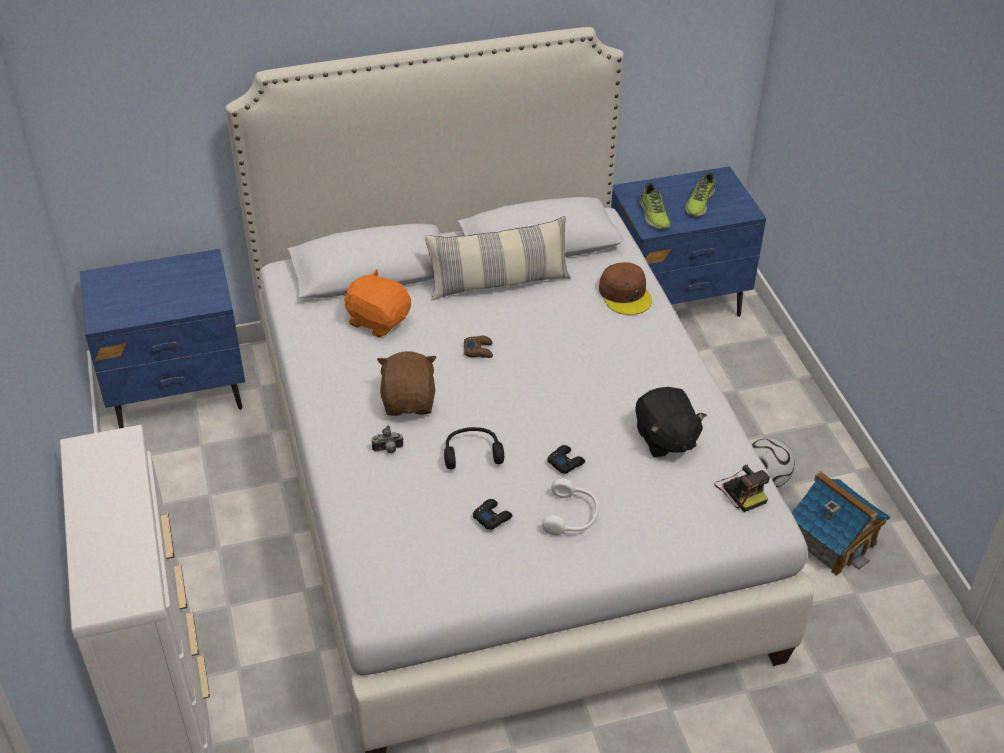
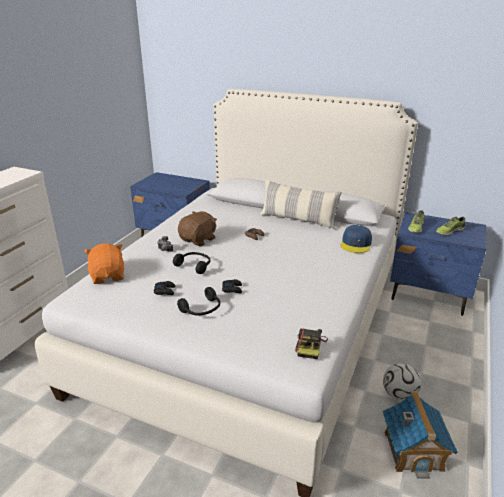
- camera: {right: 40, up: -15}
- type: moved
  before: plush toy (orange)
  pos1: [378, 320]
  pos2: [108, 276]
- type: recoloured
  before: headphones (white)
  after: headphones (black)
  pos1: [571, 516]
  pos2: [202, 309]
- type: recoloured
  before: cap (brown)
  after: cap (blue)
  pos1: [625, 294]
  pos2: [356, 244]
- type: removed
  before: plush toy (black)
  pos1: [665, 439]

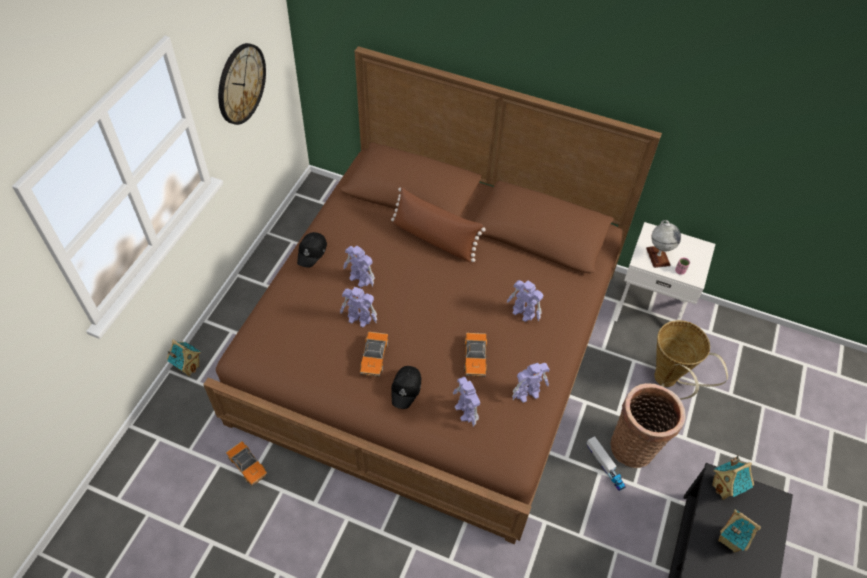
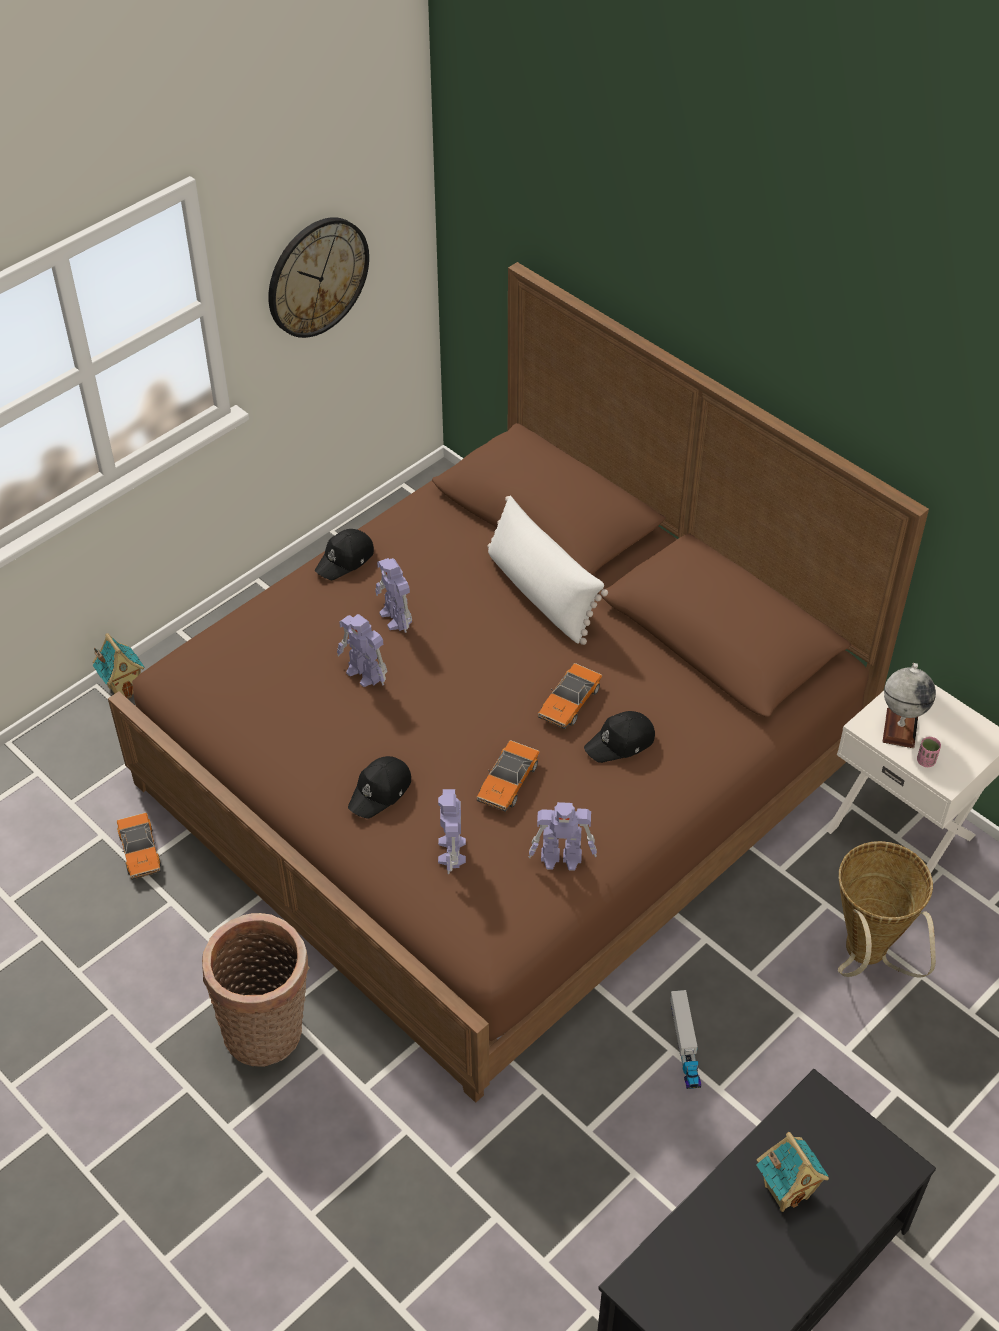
- camera: {right: 25, up: -5}
- type: moved
  before: basket
  pos1: [635, 446]
  pos2: [268, 1031]
- type: recoloured
  before: pillow (brown)
  after: pillow (white)
  pos1: [434, 239]
  pos2: [541, 593]
- type: moved
  before: toy car
  pos1: [374, 357]
  pos2: [569, 703]
- type: replaced
  before: toy robot
  after: cap (black)
  pos1: [523, 313]
  pos2: [621, 743]
- type: removed
  before: toy house
  pos1: [725, 489]

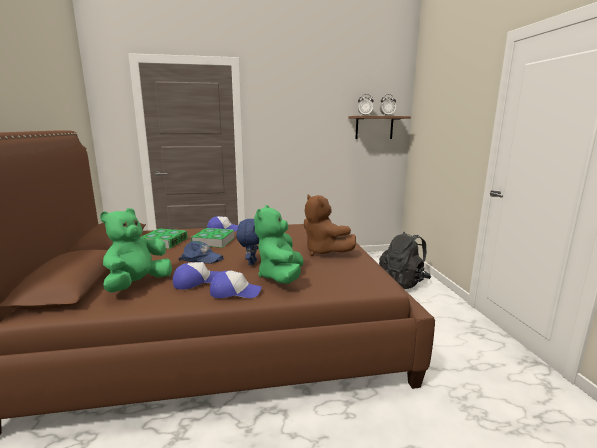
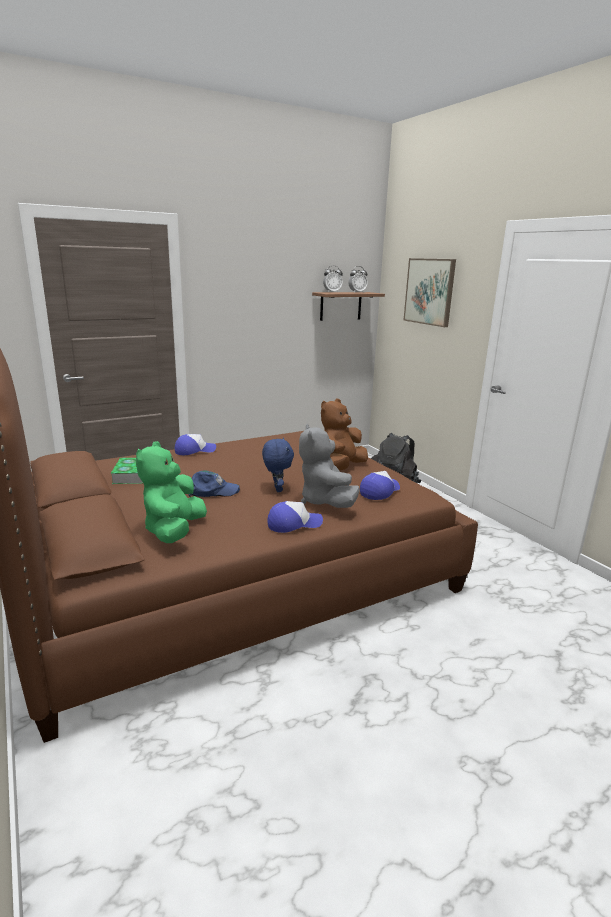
- camera: {right: -20, up: 5}
- type: recoloured
  before: plush toy (green)
  after: plush toy (grey)
  pos1: [281, 277]
  pos2: [325, 501]
- type: turned
  before: plush toy (brown)
  pos1: [324, 252]
  pos2: [341, 467]
  turn: 90
- type: moved
  before: cap
  pos1: [197, 281]
  pos2: [379, 491]
- type: added
  after: picture
  pos2: [429, 291]
- type: removed
  before: book
  pos1: [213, 241]

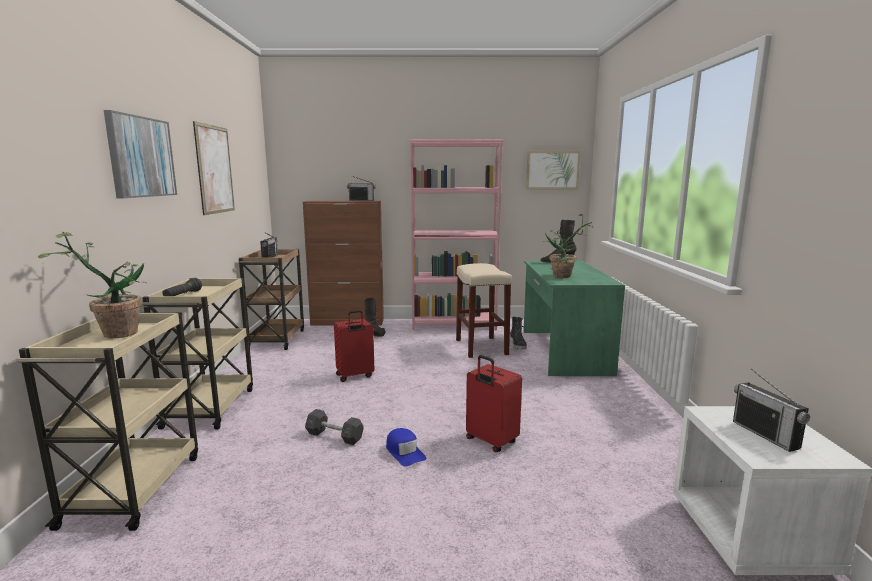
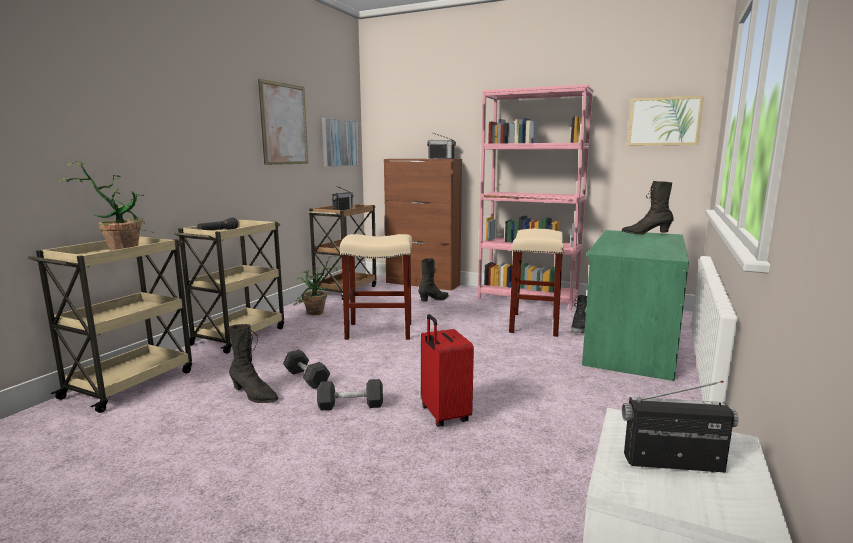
- camera: {right: 25, up: 0}
- type: added
  after: boot (black)
  pos2: [254, 395]
- type: moved
  before: potted plant
  pos1: [566, 277]
  pos2: [315, 314]
- type: replaced
  before: cap (blue)
  after: dumbbell (grey)
  pos1: [405, 452]
  pos2: [351, 405]
- type: moved
  before: picture
  pos1: [141, 157]
  pos2: [339, 143]
- type: replaced
  before: suitcase (red)
  after: stool (beige)
  pos1: [355, 376]
  pos2: [378, 331]
- type: turned
  before: radio
  pos1: [765, 434]
  pos2: [673, 463]
  turn: 90

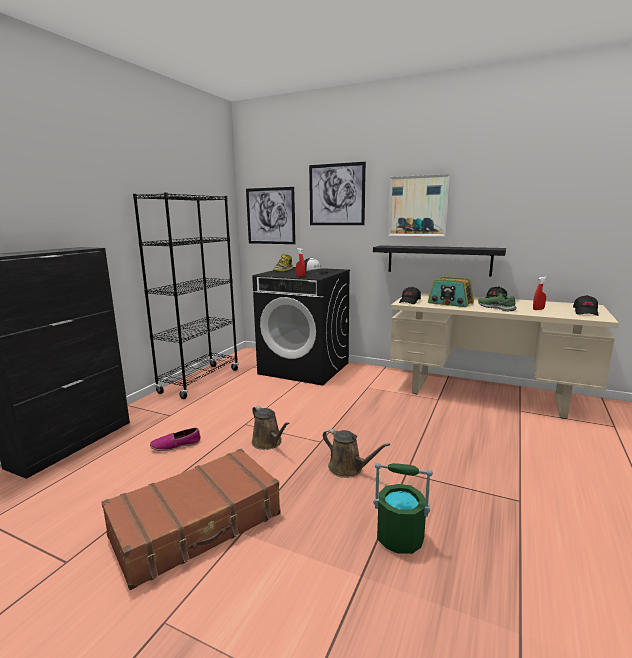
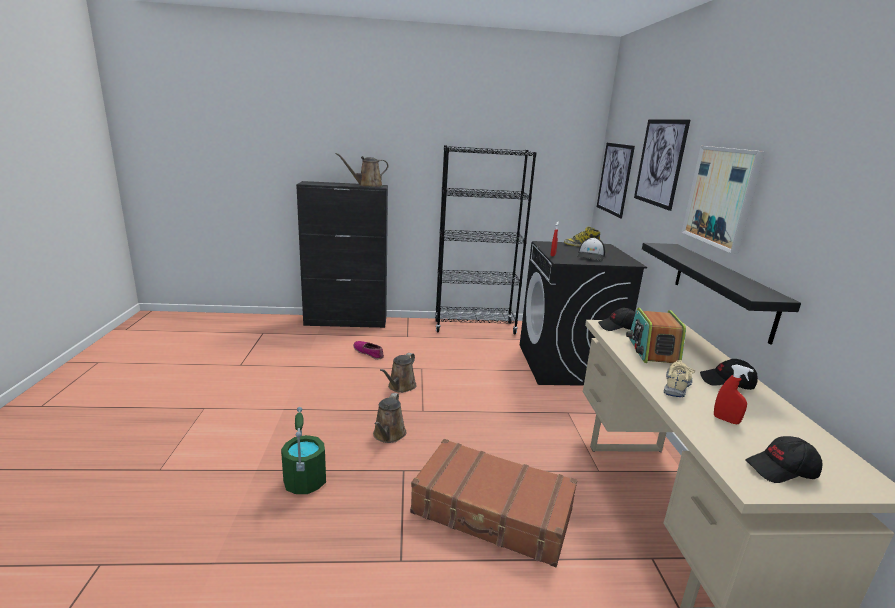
- camera: {right: 60, up: 5}
- type: added
  after: watering can (brown)
  pos2: [367, 185]
- type: moved
  before: suitcase (brown)
  pos1: [197, 525]
  pos2: [492, 513]
- type: recoloured
  before: shoe (green)
  after: shoe (beige)
  pos1: [496, 308]
  pos2: [677, 384]

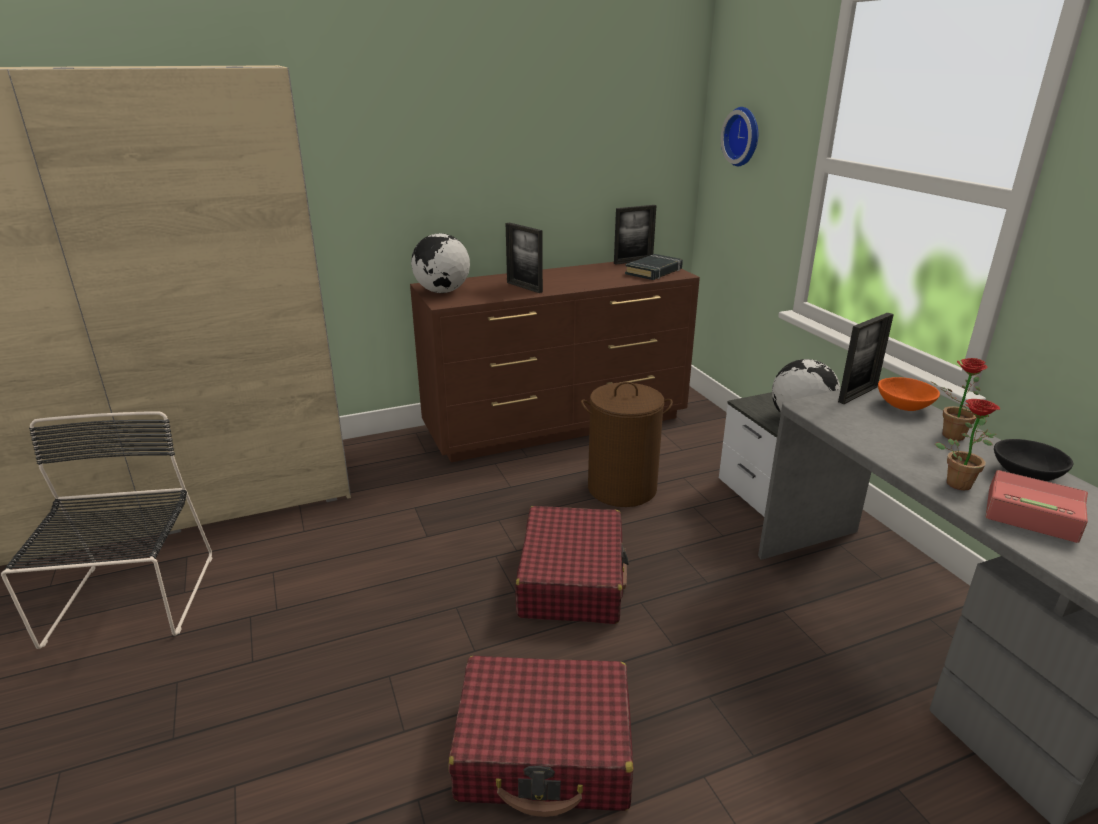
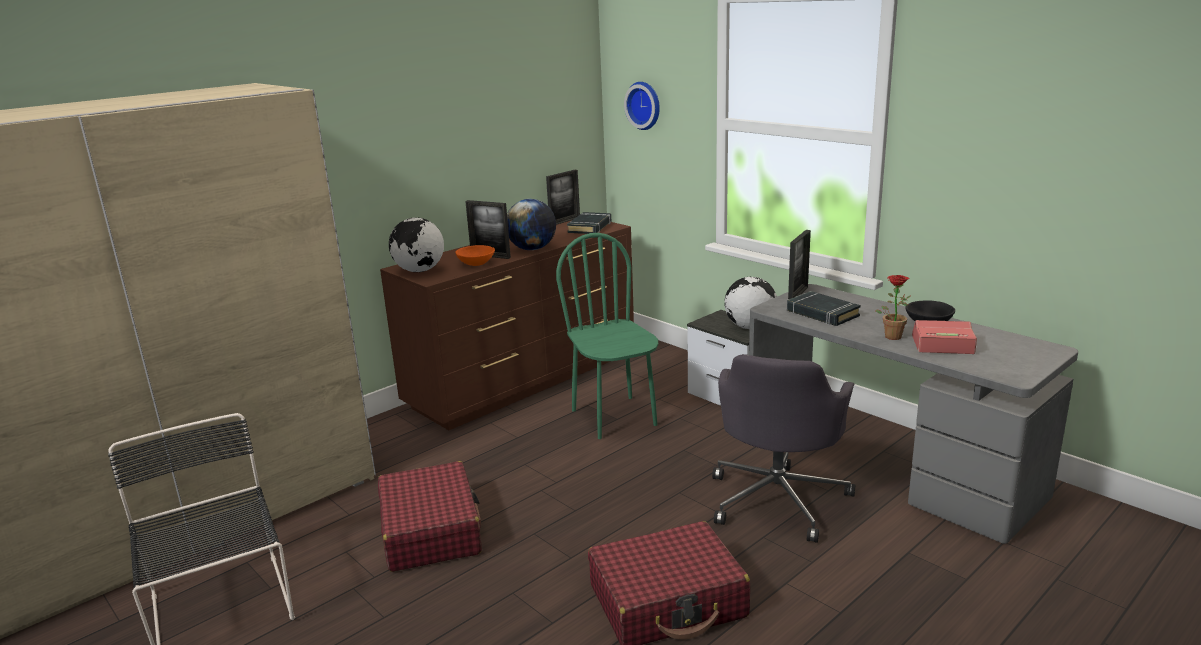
- camera: {right: -20, up: -5}
- type: moved
  before: suitcase (red)
  pos1: [572, 579]
  pos2: [431, 530]
- type: moved
  before: bowl (orange)
  pos1: [904, 406]
  pos2: [476, 264]
- type: added
  after: globe
  pos2: [532, 249]
- type: replaced
  before: laundry basket (brown)
  after: chair (green)
  pos1: [622, 488]
  pos2: [614, 417]
- type: added
  after: office chair (grey)
  pos2: [778, 498]
- type: added
  after: book (black)
  pos2: [822, 313]
- type: removed
  before: potted plant
  pos1: [948, 436]

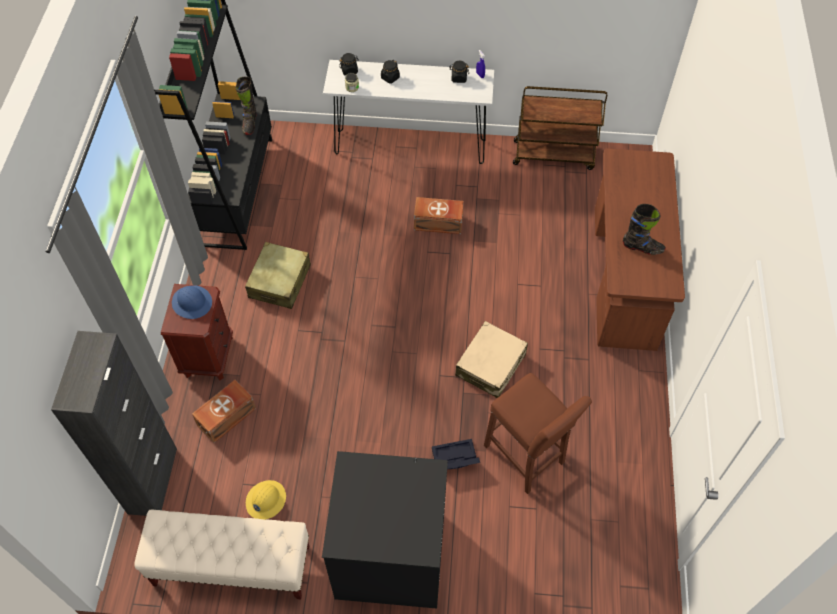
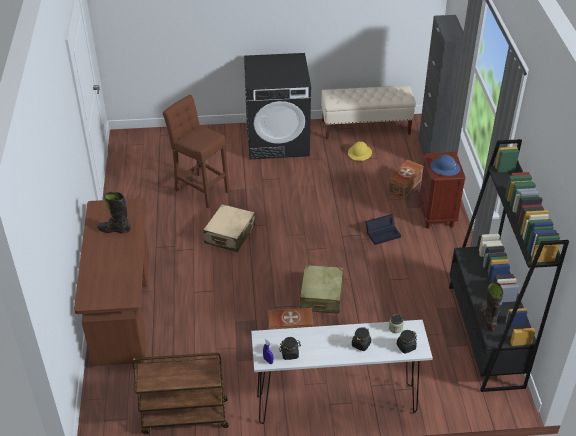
- camera: {right: 170, up: -15}
- type: moved
  before: suitcase (beige)
  pos1: [280, 281]
  pos2: [321, 296]
- type: moved
  before: storage box (black)
  pos1: [454, 459]
  pos2: [383, 233]

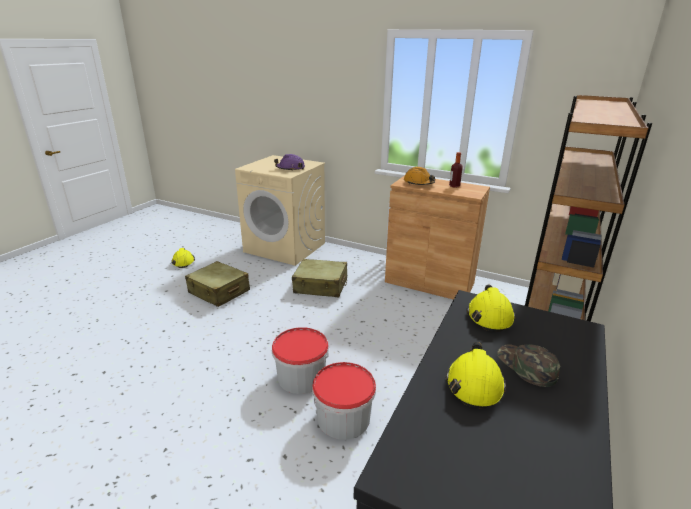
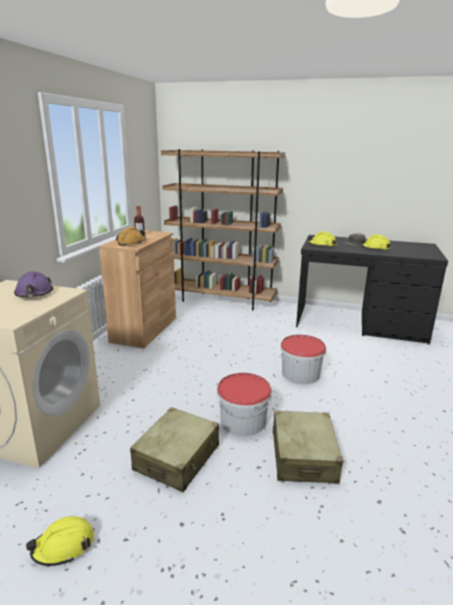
- camera: {right: -100, up: -5}
- type: moved
  before: bucket
  pos1: [343, 418]
  pos2: [243, 421]
- type: moved
  before: suitcase (beige)
  pos1: [321, 286]
  pos2: [303, 456]

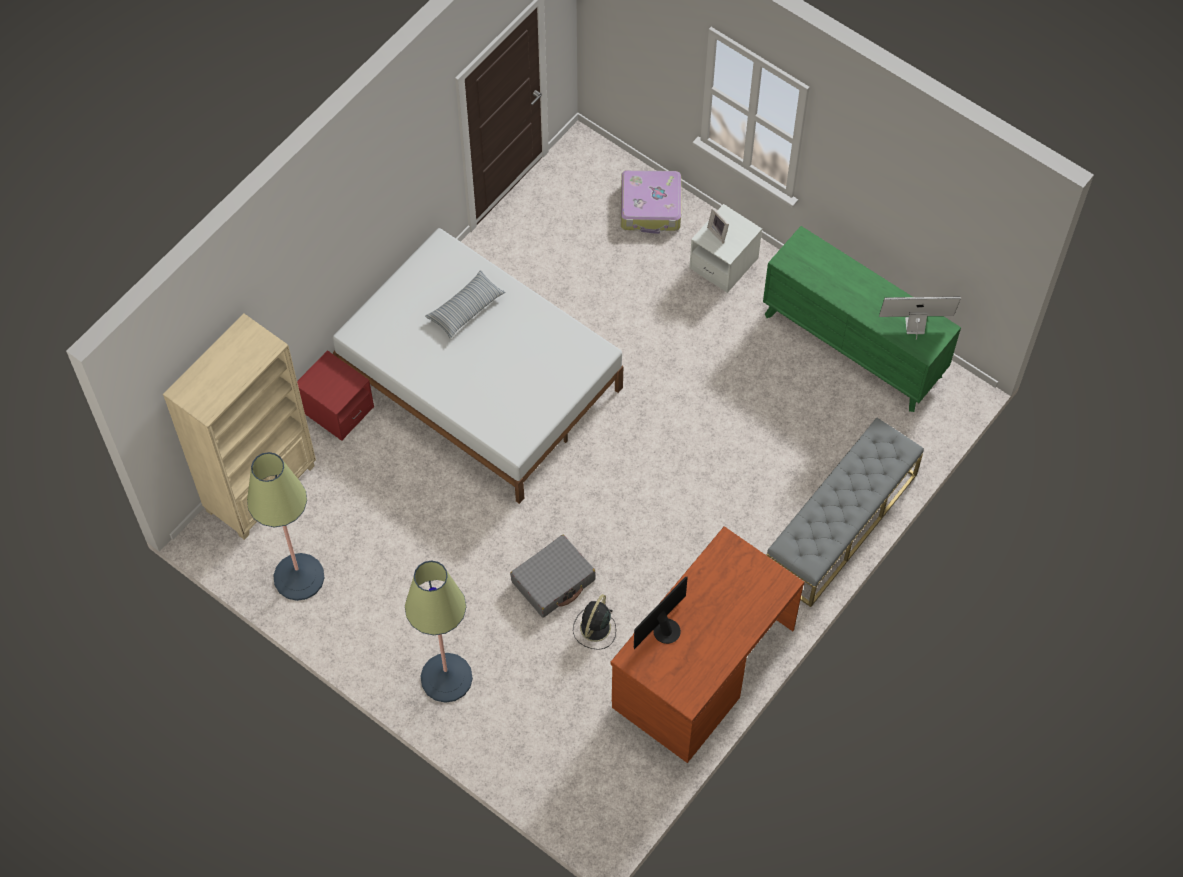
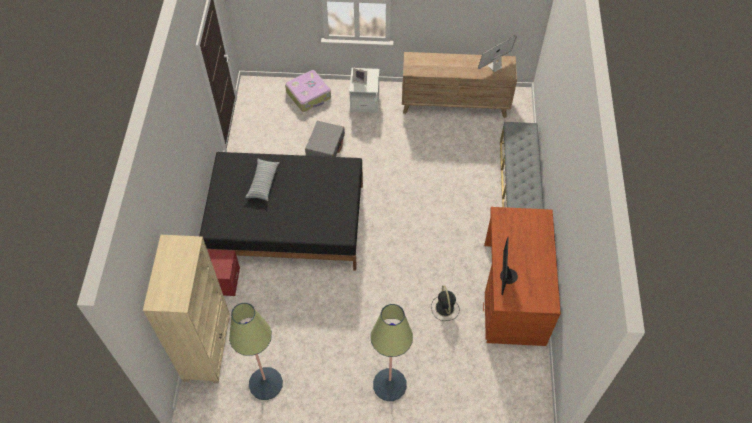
- camera: {right: -35, up: -5}
- type: recoloured
  before: bed (white)
  after: bed (black)
  pos1: [480, 380]
  pos2: [287, 222]
- type: moved
  before: suitcase (grey)
  pos1: [553, 581]
  pos2: [325, 145]
- type: recoloured
  before: dresser (green)
  after: dresser (brown)
  pos1: [853, 345]
  pos2: [455, 104]

